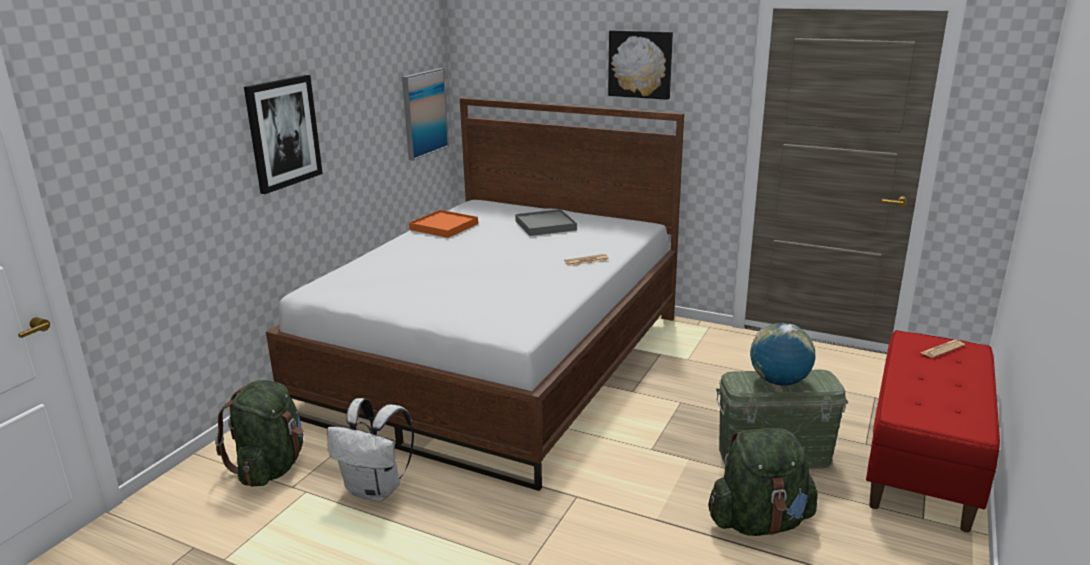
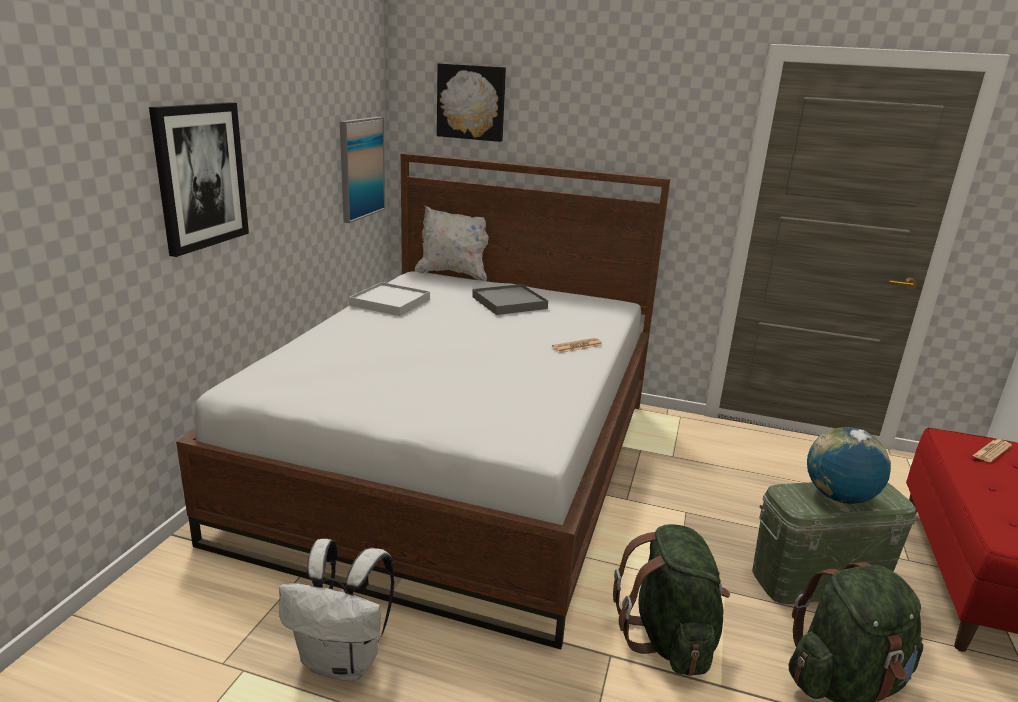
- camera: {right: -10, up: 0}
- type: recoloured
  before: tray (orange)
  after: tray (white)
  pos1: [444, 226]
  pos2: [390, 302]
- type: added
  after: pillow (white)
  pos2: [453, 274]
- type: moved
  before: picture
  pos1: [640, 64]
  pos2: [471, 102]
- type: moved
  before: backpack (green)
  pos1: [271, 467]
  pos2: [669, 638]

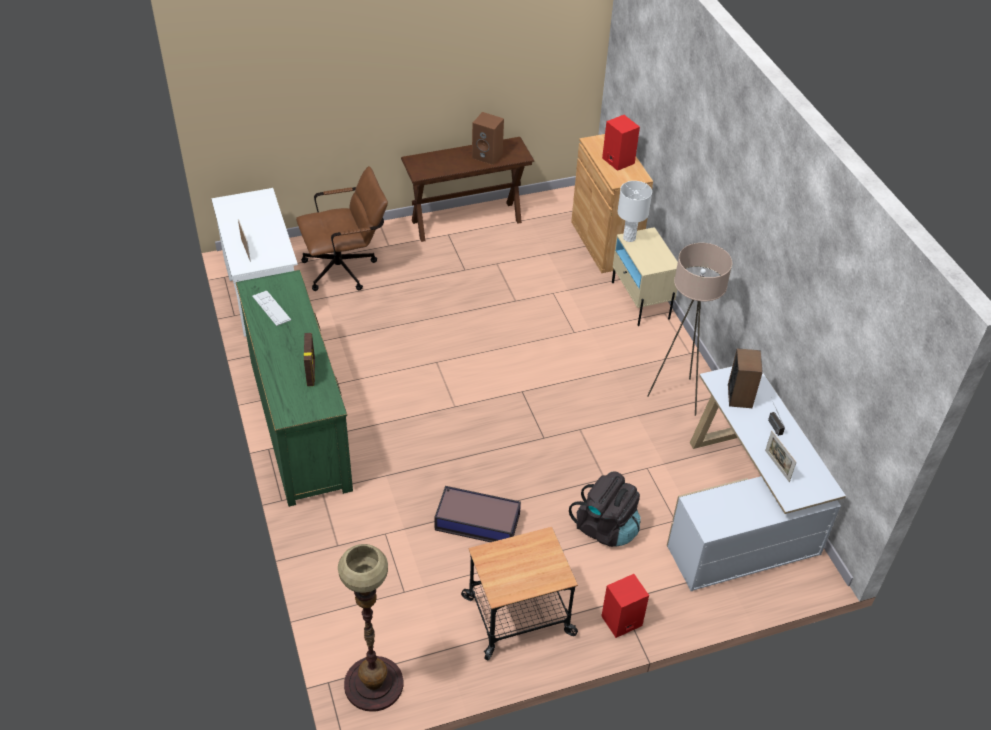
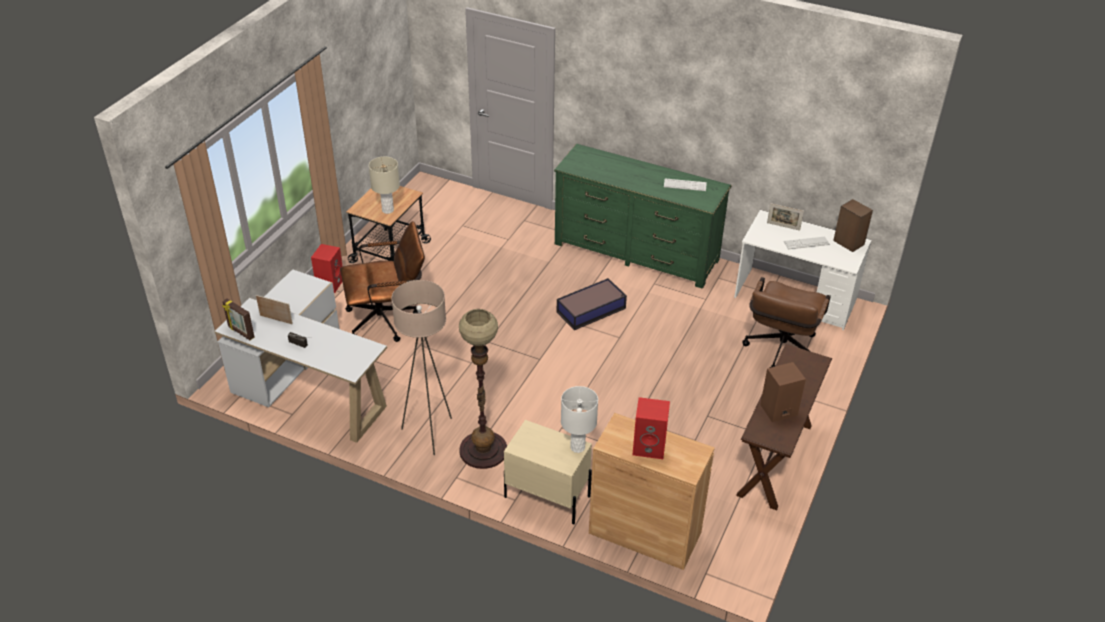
- camera: {right: 135, up: -5}
- type: moved
  before: picture frame
  pos1: [311, 373]
  pos2: [240, 332]
- type: replaced
  before: backpack (black)
  after: office chair (brown)
  pos1: [605, 528]
  pos2: [388, 319]
- type: added
  after: table lamp (beige)
  pos2: [388, 210]
- type: moved
  before: floor lamp
  pos1: [373, 684]
  pos2: [483, 450]
- type: moved
  before: storage box
  pos1: [476, 521]
  pos2: [592, 310]
- type: added
  after: keyboard
  pos2: [806, 243]
- type: moved
  before: speaker
  pos1: [740, 396]
  pos2: [848, 242]

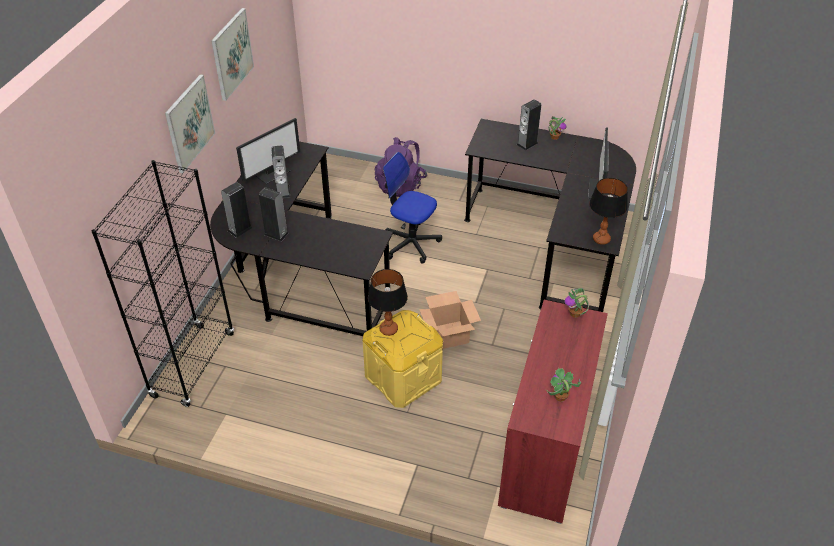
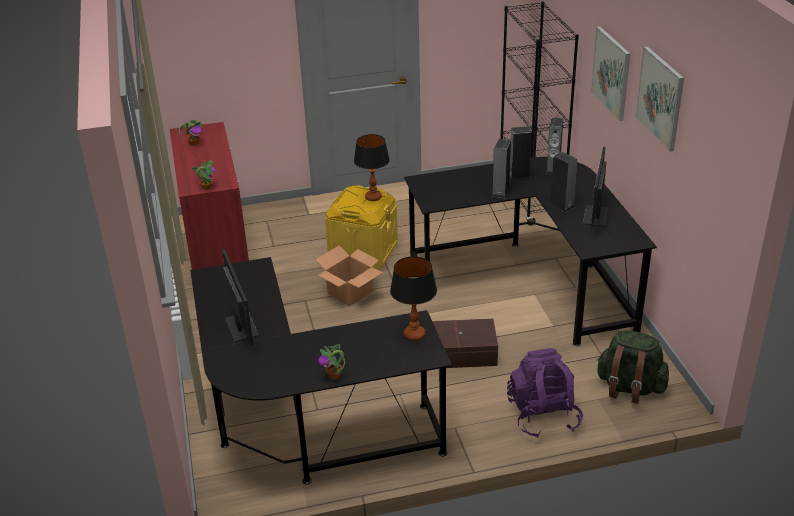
- camera: {right: 150, up: -10}
- type: moved
  before: table lamp
  pos1: [601, 239]
  pos2: [414, 335]
- type: replaced
  before: office chair
  after: storage box (brown)
  pos1: [410, 243]
  pos2: [461, 354]
- type: moved
  before: speaker
  pos1: [527, 144]
  pos2: [500, 192]
- type: added
  after: backpack (green)
  pos2: [629, 388]

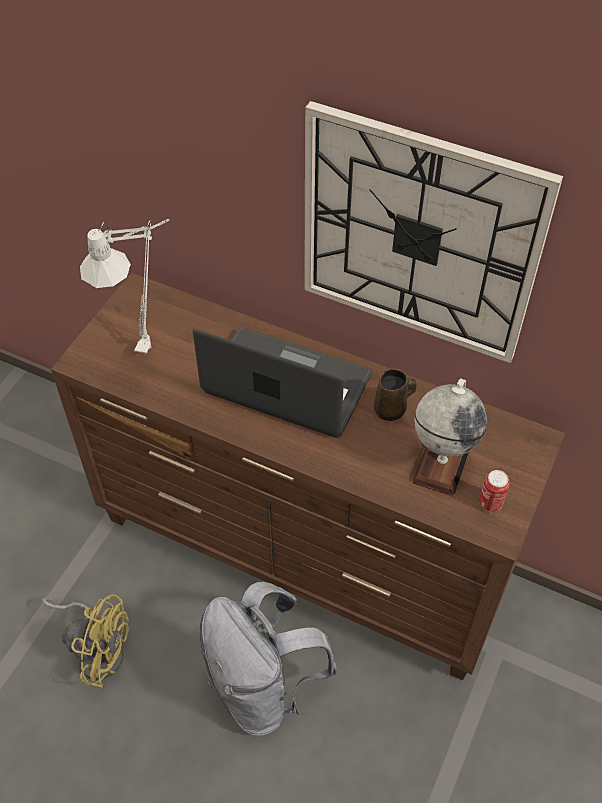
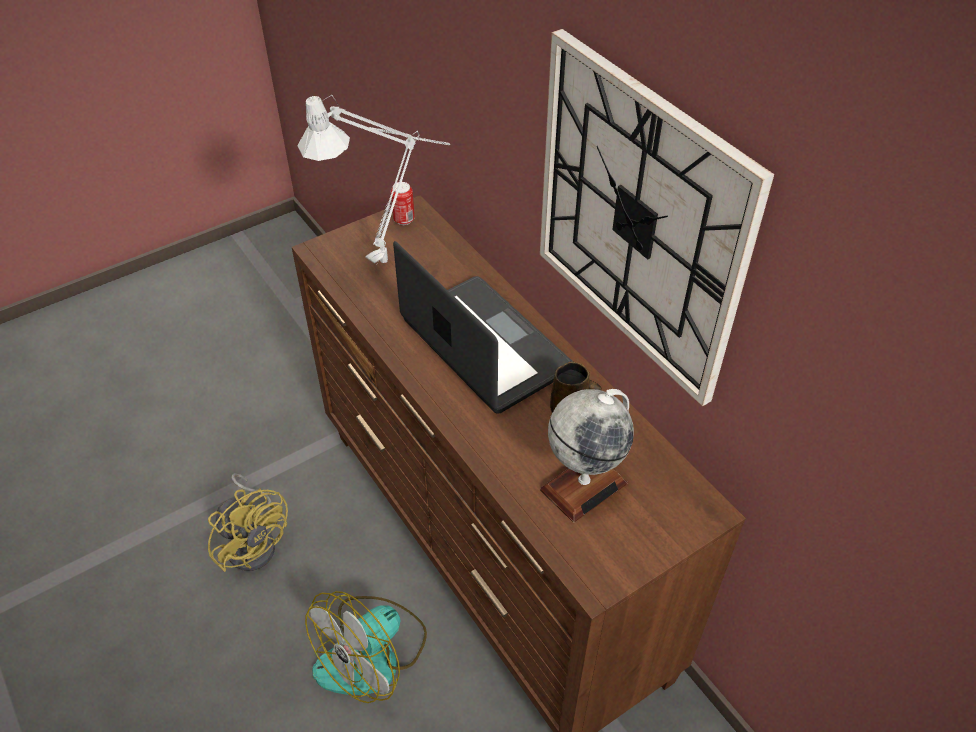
- camera: {right: 30, up: -5}
- type: replaced
  before: backpack (grey)
  after: fan
  pos1: [263, 687]
  pos2: [372, 654]
- type: moved
  before: can
  pos1: [490, 503]
  pos2: [404, 220]

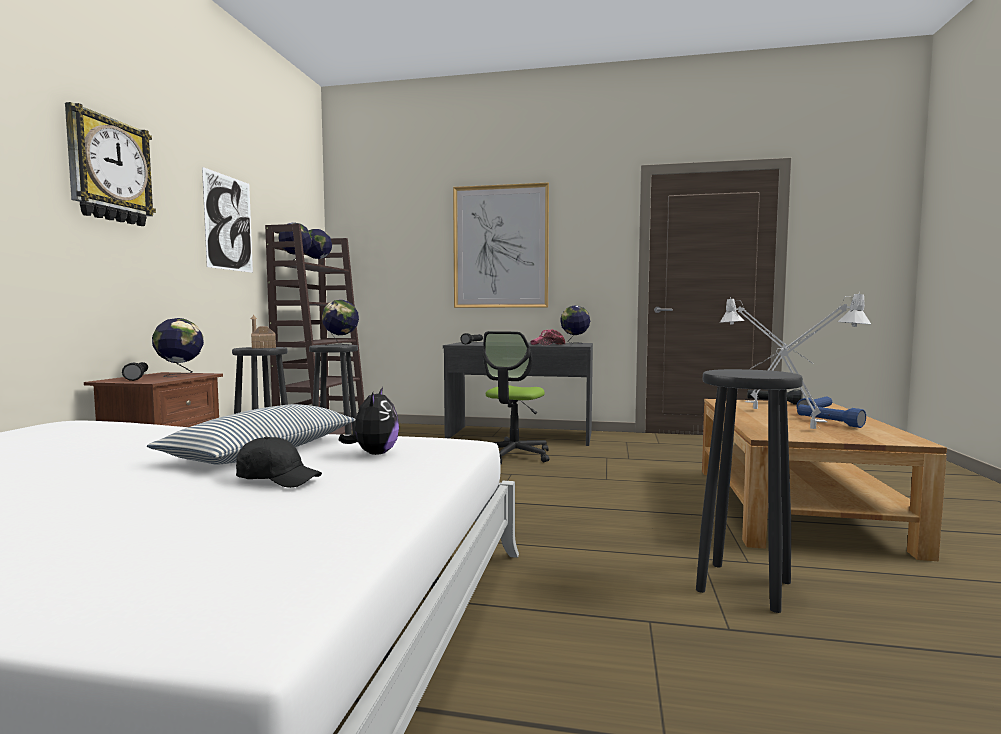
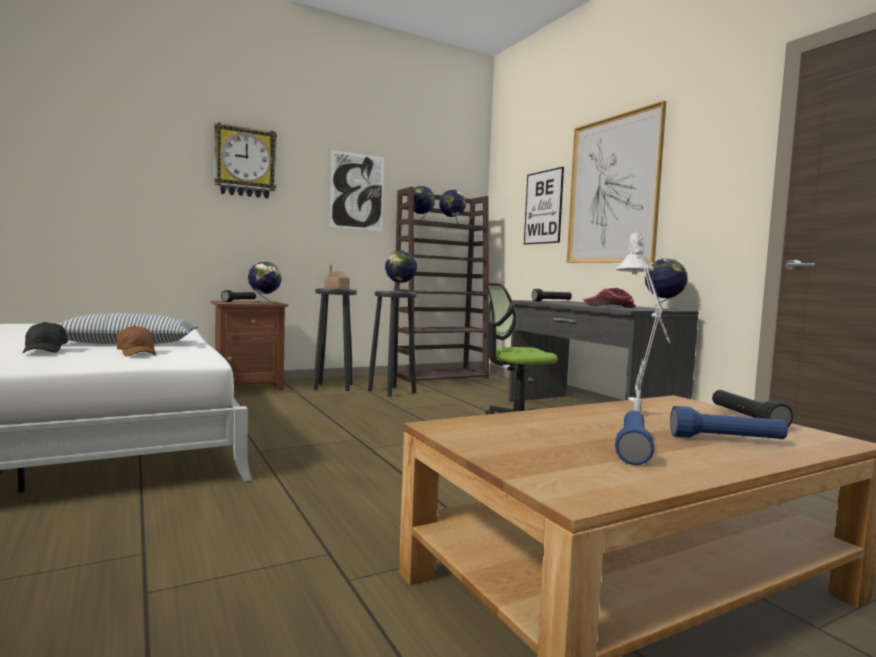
- camera: {right: 50, up: 0}
- type: replaced
  before: plush toy
  after: cap (brown)
  pos1: [374, 454]
  pos2: [137, 353]
- type: added
  after: picture
  pos2: [543, 207]
- type: removed
  before: stool (black)
  pos1: [743, 586]
- type: removed
  before: table lamp (grey)
  pos1: [805, 430]

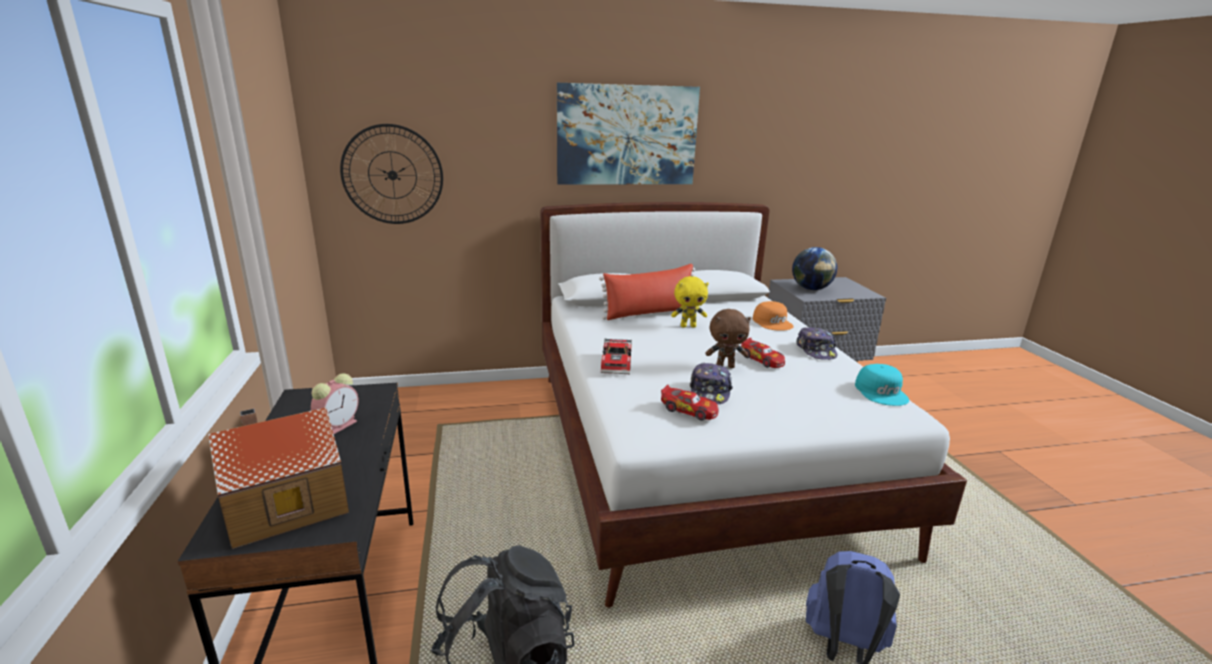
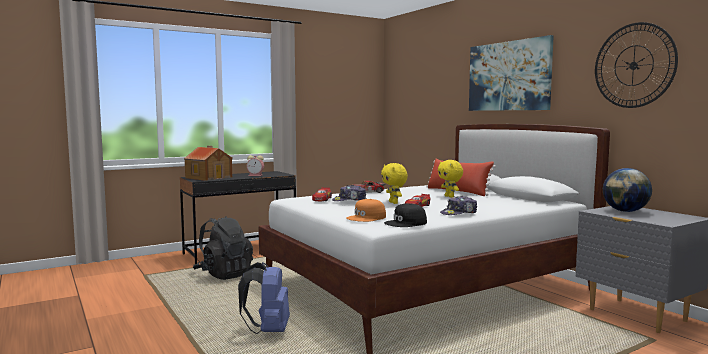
- camera: {right: 70, up: -15}
- type: moved
  before: cap (orange)
  pos1: [773, 322]
  pos2: [367, 218]
- type: recoloured
  before: plush toy (brown)
  after: plush toy (yellow)
  pos1: [725, 366]
  pos2: [394, 203]
- type: recoloured
  before: cap (turquoise)
  after: cap (black)
  pos1: [882, 392]
  pos2: [406, 223]
- type: moved
  before: wall clock
  pos1: [392, 175]
  pos2: [633, 65]

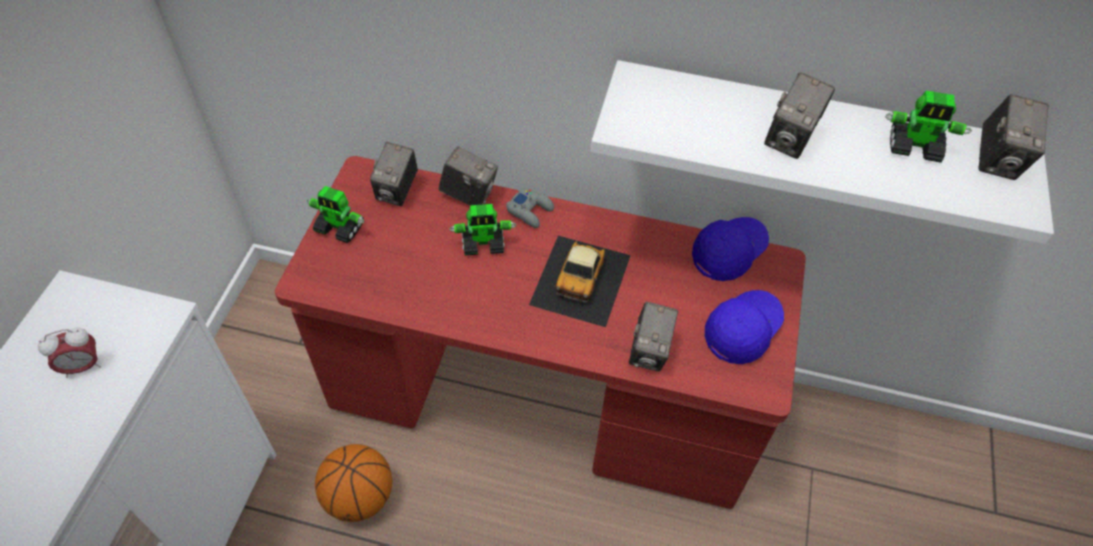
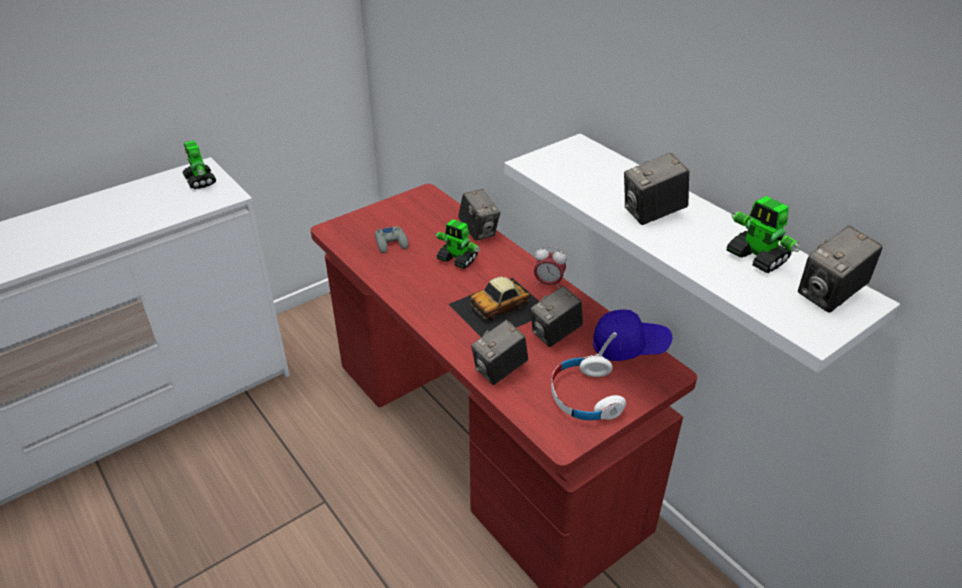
- camera: {right: 40, up: -15}
- type: moved
  before: toy robot
  pos1: [340, 228]
  pos2: [200, 181]
- type: moved
  before: game controller (grey)
  pos1: [530, 211]
  pos2: [391, 243]
- type: moved
  before: photo camera
  pos1: [397, 191]
  pos2: [555, 334]
- type: moved
  before: alarm clock
  pos1: [83, 366]
  pos2: [548, 283]
- type: replaced
  before: cap (blue)
  after: headphones (white)
  pos1: [742, 331]
  pos2: [585, 396]
- type: removed
  before: basketball
  pos1: [360, 497]

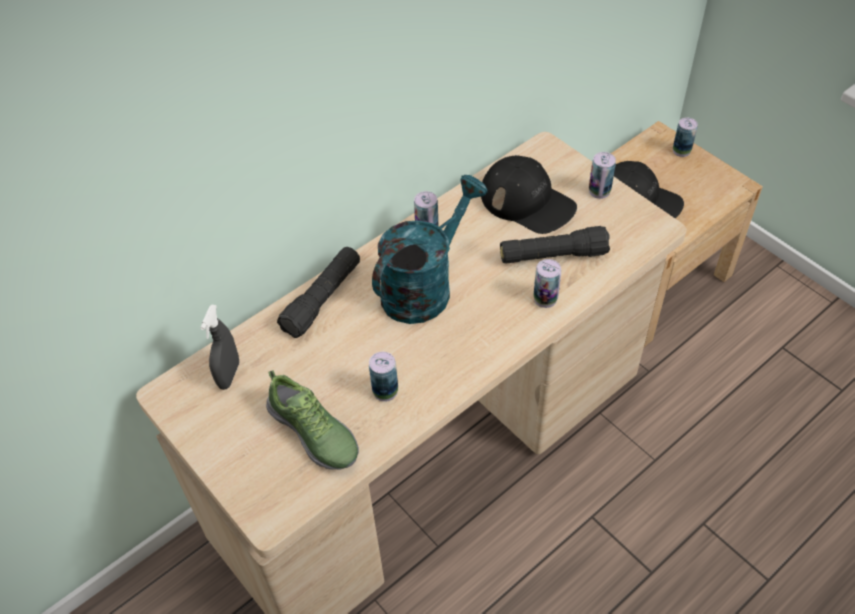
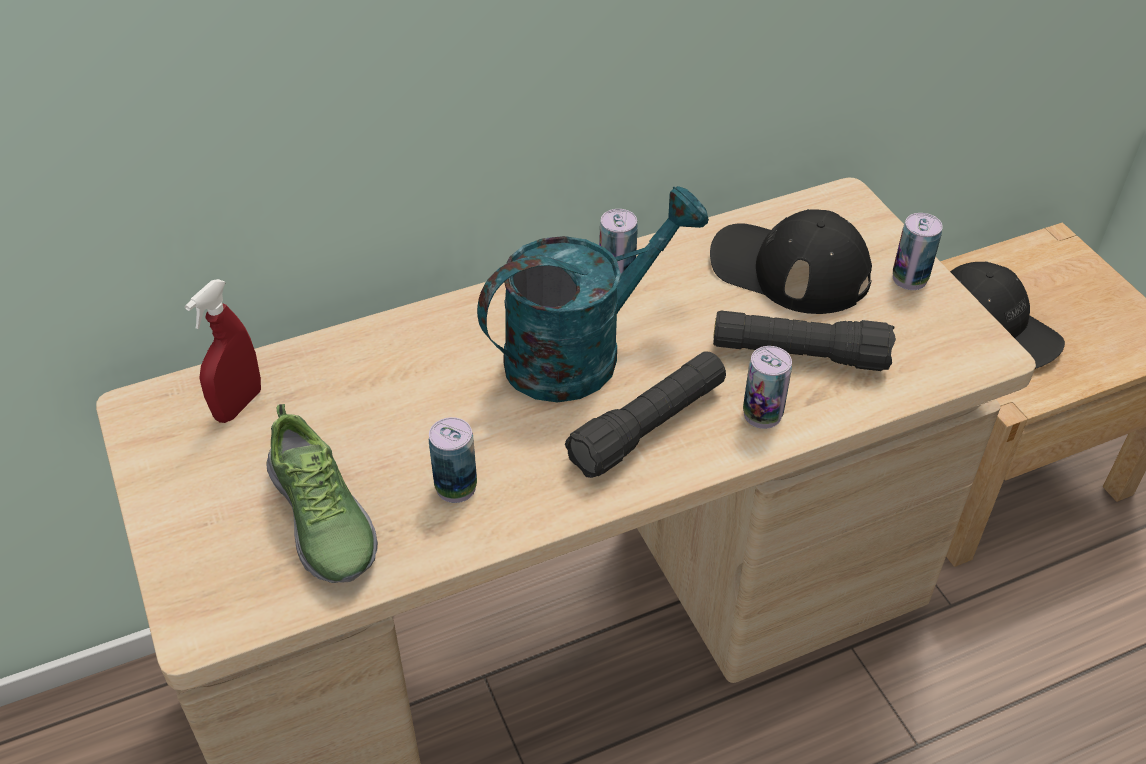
- camera: {right: 15, up: -5}
- type: recoloured
  before: spray bottle (grey)
  after: spray bottle (red)
  pos1: [229, 375]
  pos2: [238, 405]
- type: moved
  before: flashlight (black)
  pos1: [322, 299]
  pos2: [648, 427]
- type: turned
  before: cap (black)
  pos1: [527, 202]
  pos2: [789, 269]
  turn: 150
- type: removed
  before: can
  pos1: [681, 151]

